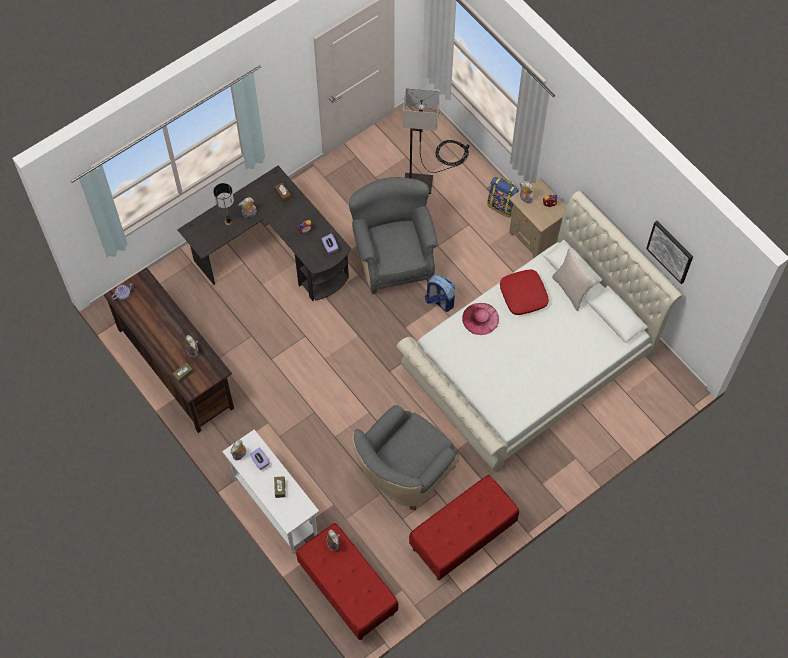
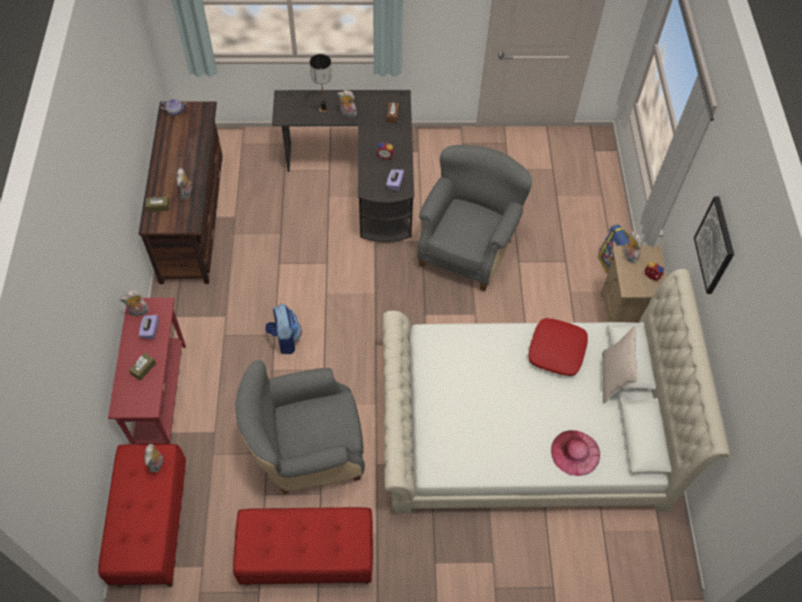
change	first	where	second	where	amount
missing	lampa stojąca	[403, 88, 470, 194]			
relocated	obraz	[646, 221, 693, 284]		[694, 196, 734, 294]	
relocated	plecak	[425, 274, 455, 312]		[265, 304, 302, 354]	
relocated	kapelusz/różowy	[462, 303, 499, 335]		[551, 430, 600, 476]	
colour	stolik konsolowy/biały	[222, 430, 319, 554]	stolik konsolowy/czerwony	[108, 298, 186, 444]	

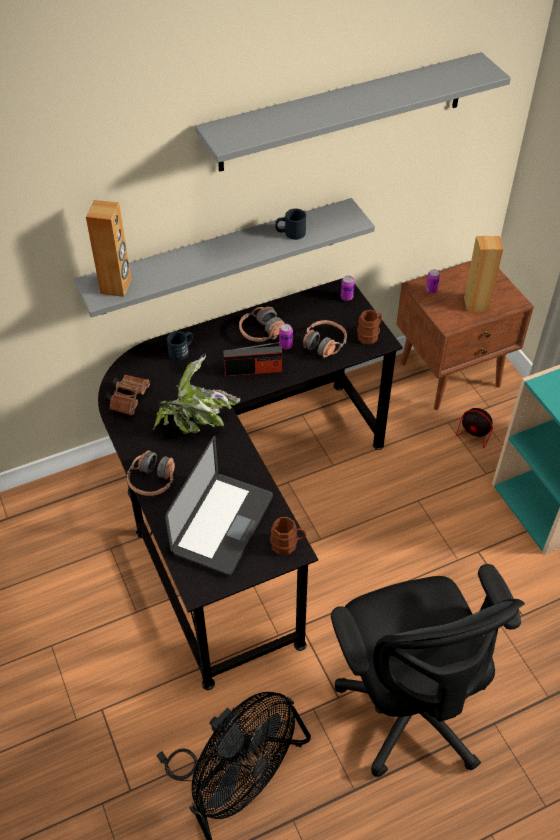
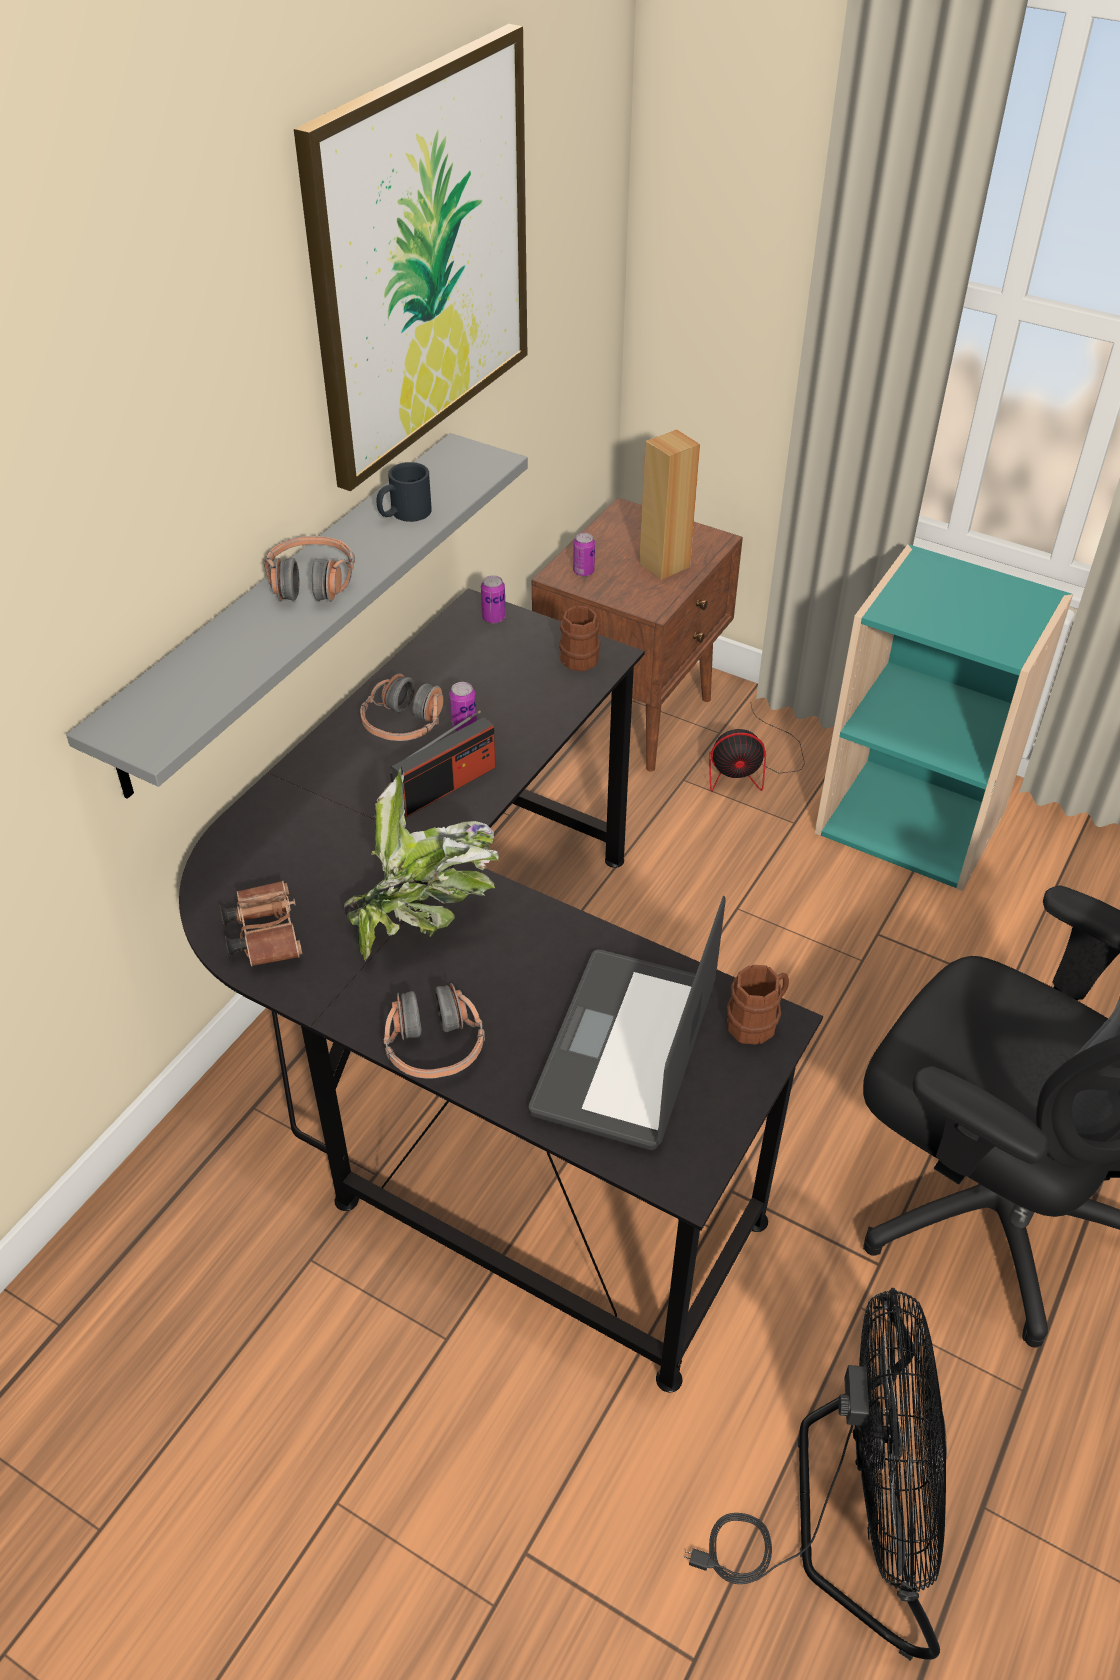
change	first	where	second	where	amount
exchanged	półka/szary	[195, 52, 511, 172]	obraz	[294, 24, 527, 491]	
missing	głośnik/brązowy	[86, 200, 131, 297]			
relocated	słuchawki	[303, 320, 347, 358]		[264, 536, 355, 602]	
missing	kubek/czarny	[167, 331, 193, 361]			
spun	laptop	[165, 436, 273, 576]		[529, 895, 725, 1150]	150 degrees counterclockwise

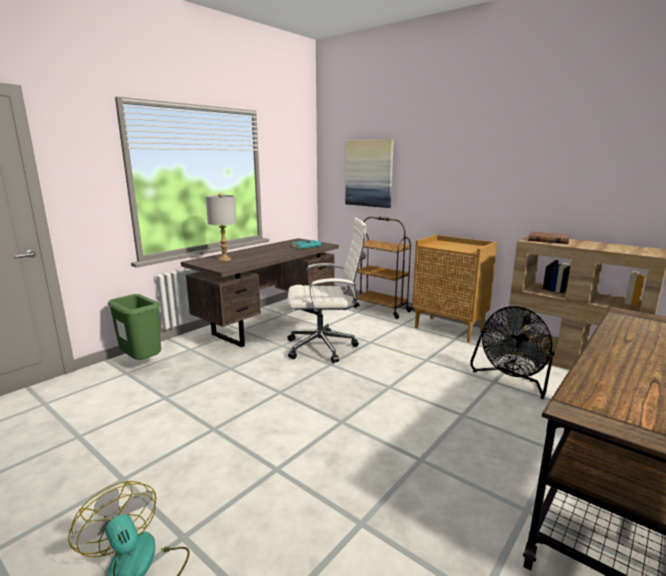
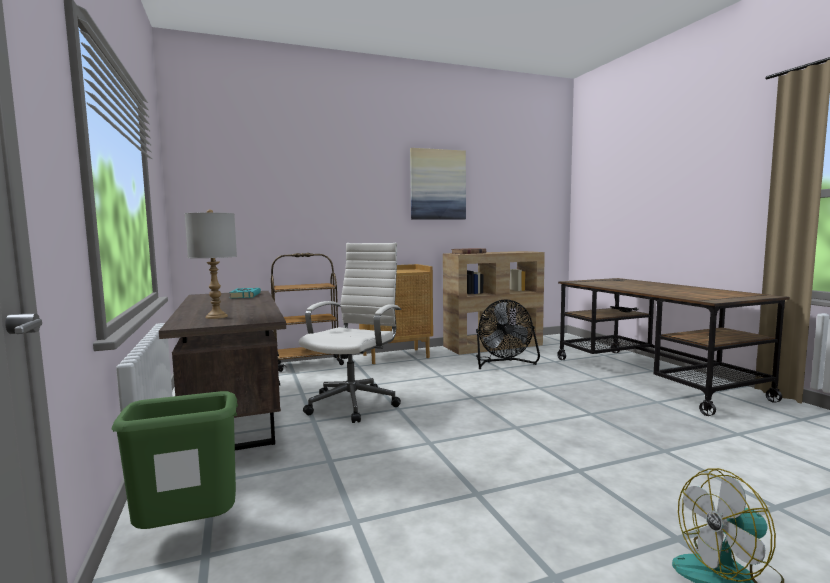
change	first	where	second	where	amount
relocated	obraz	[345, 139, 393, 208]		[410, 148, 466, 220]	

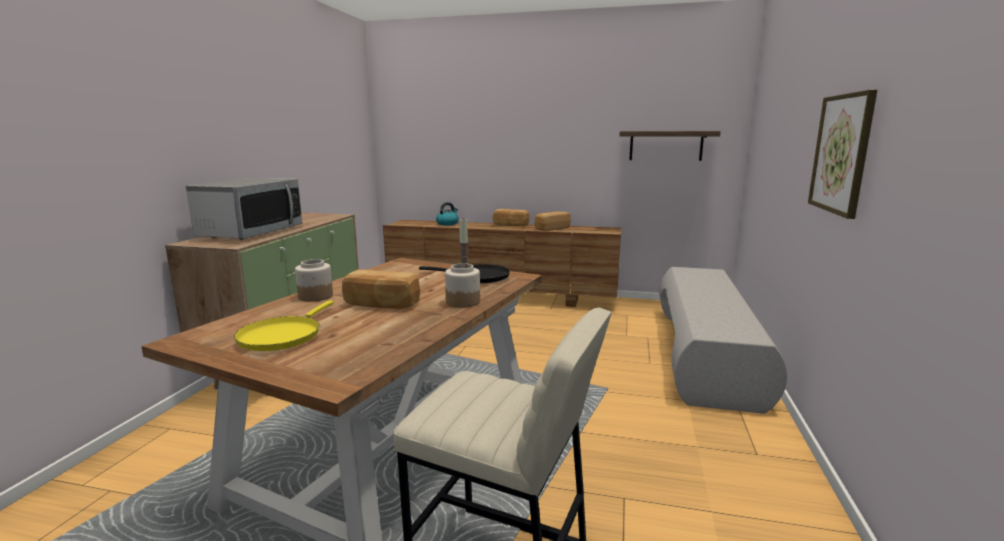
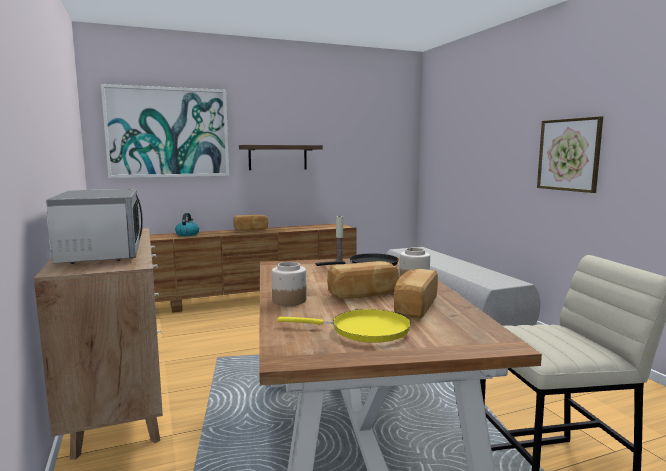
change	first	where	second	where	amount
relocated	półka	[619, 131, 721, 161]		[239, 145, 323, 170]	
relocated	chleb	[535, 212, 571, 231]		[394, 269, 438, 319]	
spun	patelnia/żółty	[234, 300, 334, 351]		[277, 309, 411, 343]	60 degrees counterclockwise
appeared			obraz	[101, 84, 229, 178]	

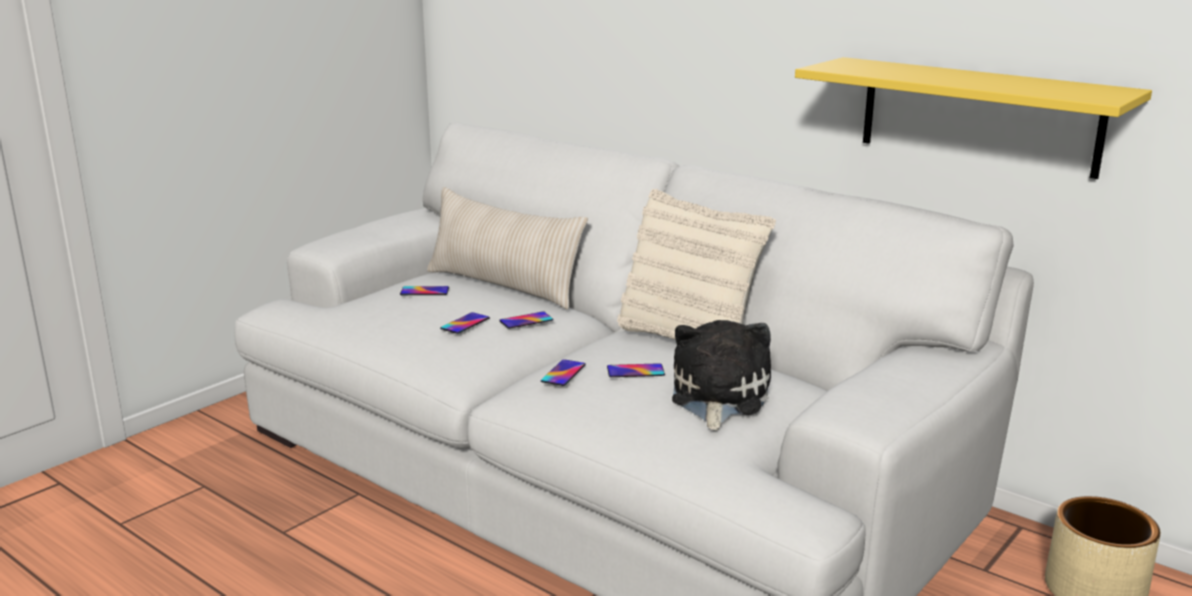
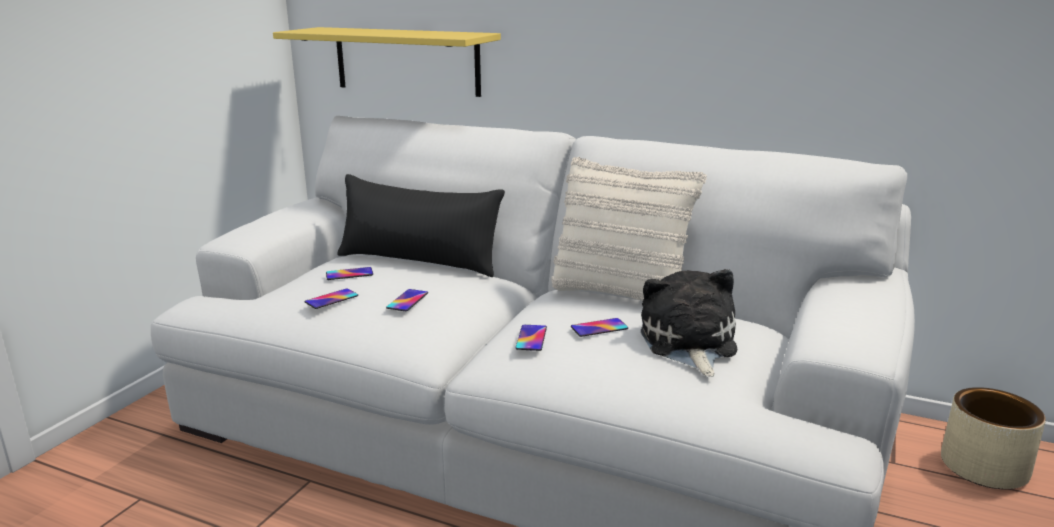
change	first	where	second	where	amount
relocated	półka/żółty	[795, 57, 1152, 179]		[273, 27, 501, 97]	
colour	poduszka/beżowy	[427, 187, 588, 310]	poduszka/czarny	[337, 174, 505, 277]	
relocated	telefon	[499, 312, 553, 329]		[305, 288, 358, 309]	

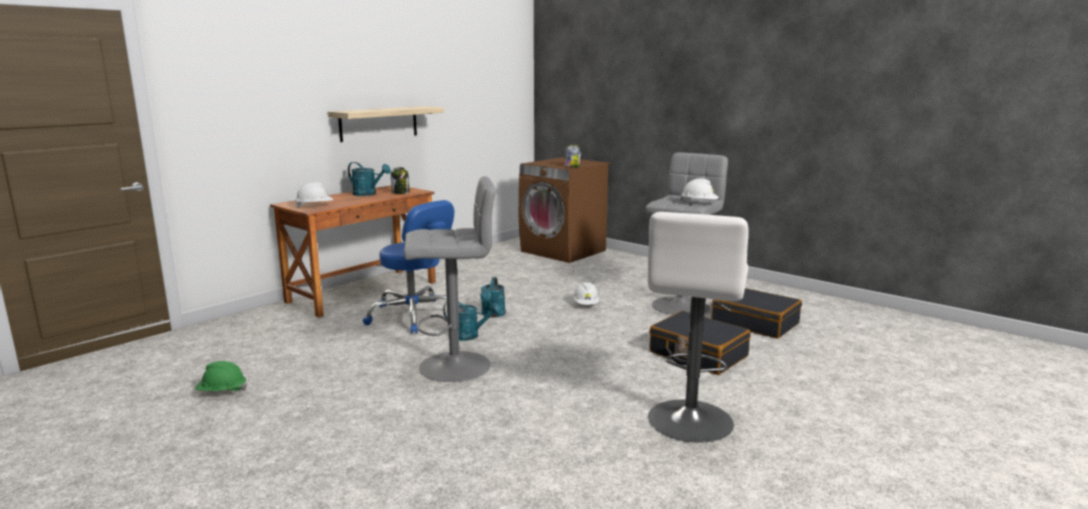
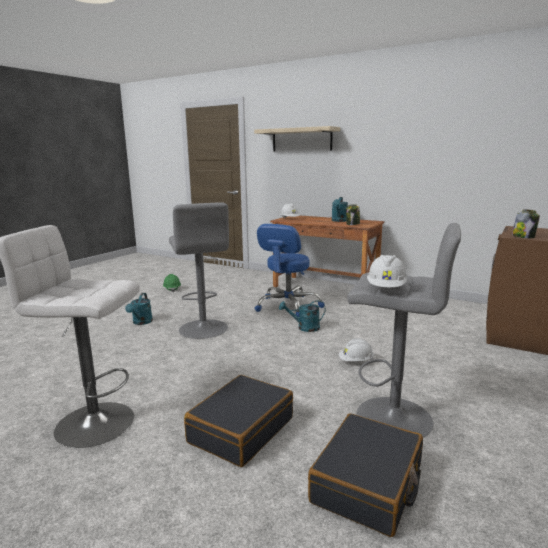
change	first	where	second	where	amount
relocated	półka	[328, 106, 444, 142]		[254, 126, 340, 151]	
relocated	konewka/turkusowy	[443, 302, 502, 341]		[125, 293, 153, 325]	

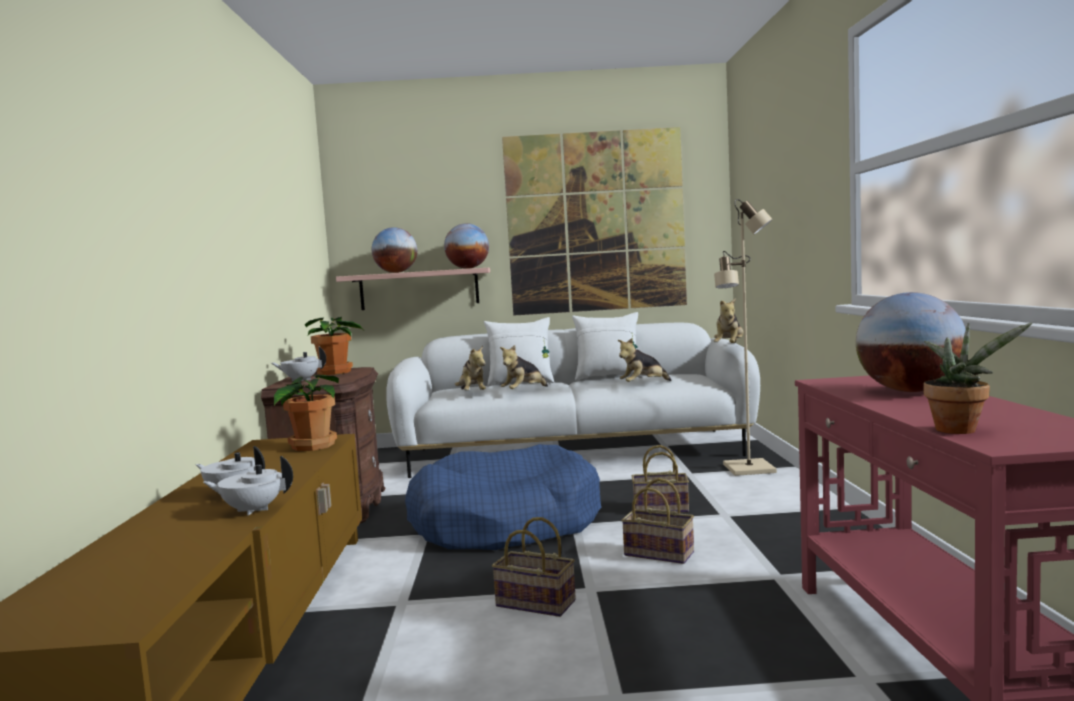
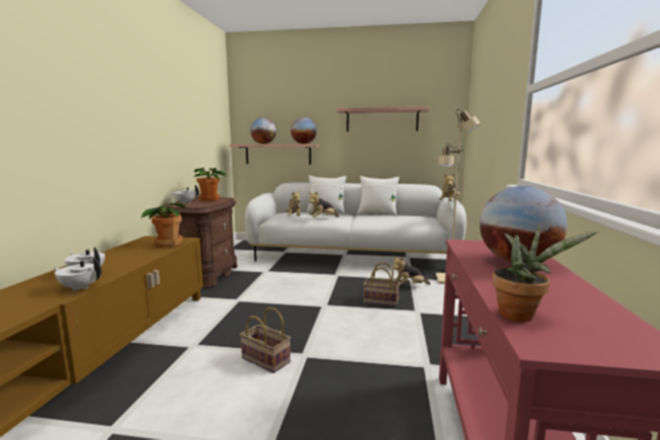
change	first	where	second	where	amount
exchanged	obraz	[502, 127, 687, 316]	półka	[336, 107, 430, 131]	
relocated	pluszak	[618, 338, 671, 382]		[392, 256, 430, 285]	
missing	legowisko/niebieski	[405, 444, 601, 550]			
missing	koszyk	[621, 478, 694, 564]			

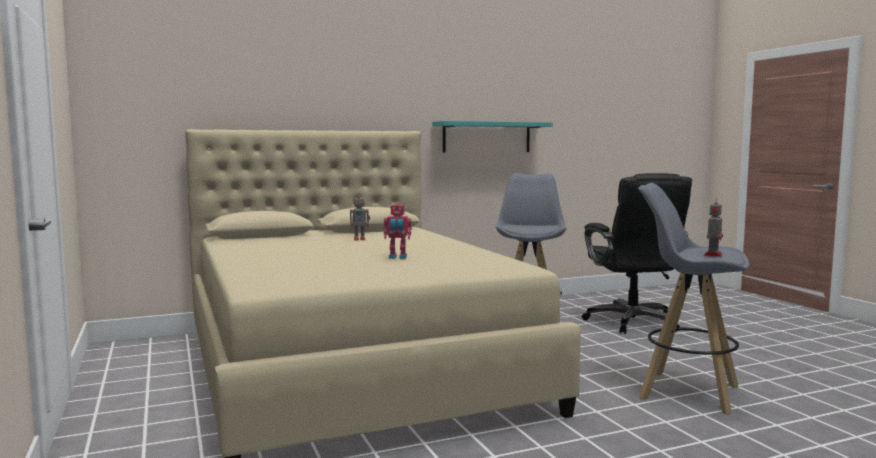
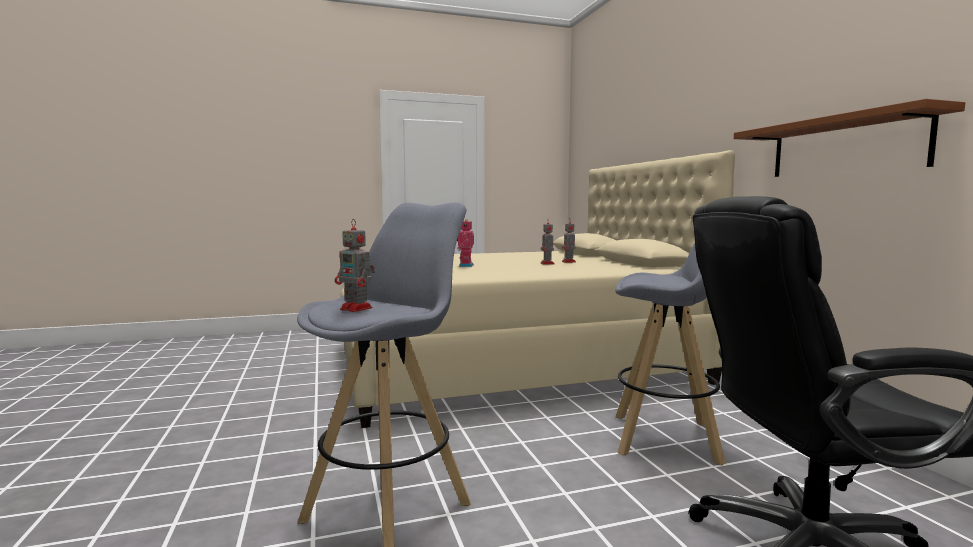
change	first	where	second	where	amount
colour	półka/turkusowy	[432, 121, 553, 152]	półka/brązowy	[734, 99, 965, 177]	
appeared			robot zabawkowy	[540, 220, 554, 265]	

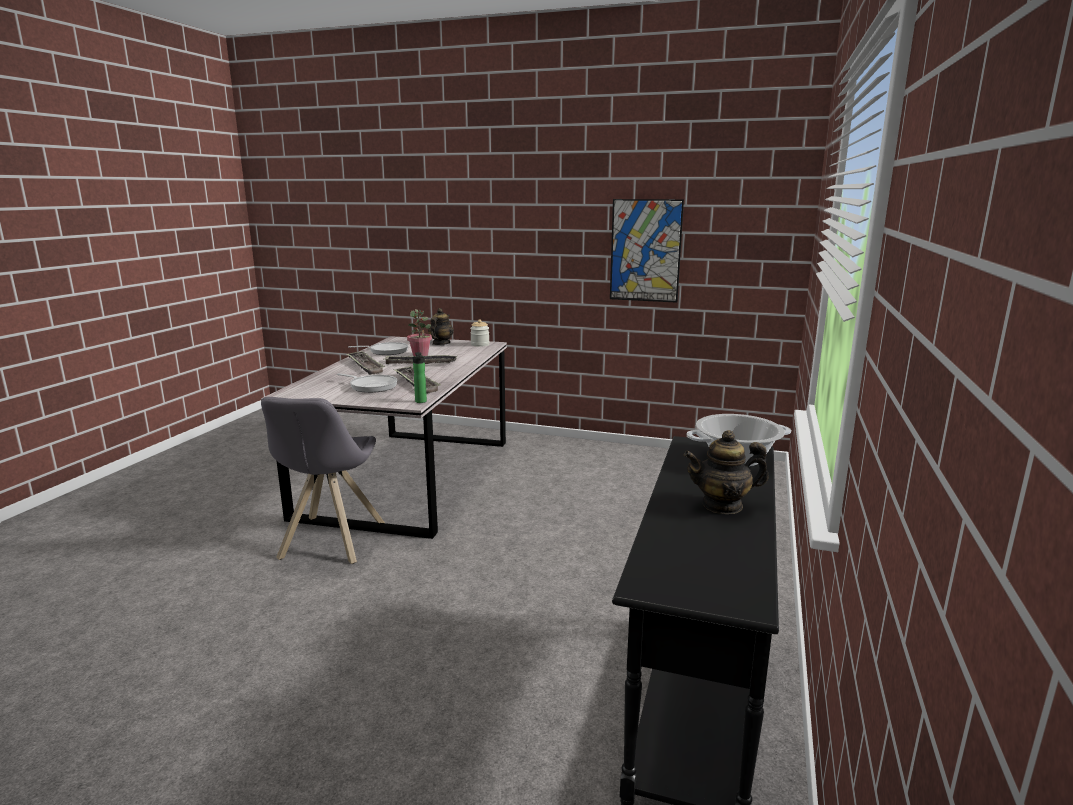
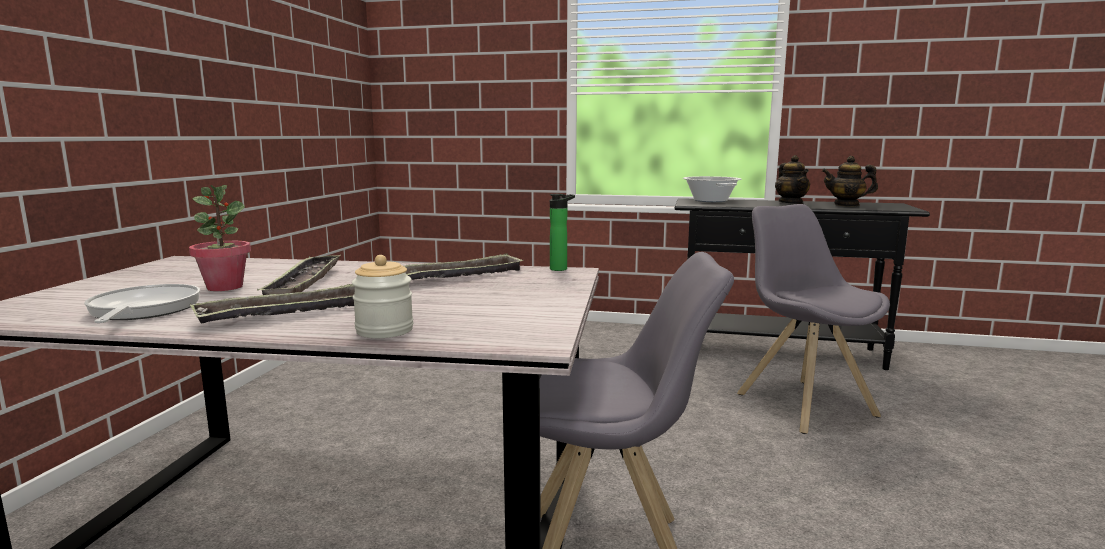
change	first	where	second	where	amount
missing	obraz	[610, 199, 684, 303]			
relocated	imbryk	[428, 308, 454, 345]		[822, 156, 878, 206]	
relocated	słoik	[470, 320, 490, 347]		[352, 255, 414, 338]	
missing	patelnia	[337, 373, 397, 393]			
appeared			krzesło/szary	[737, 204, 890, 434]	

